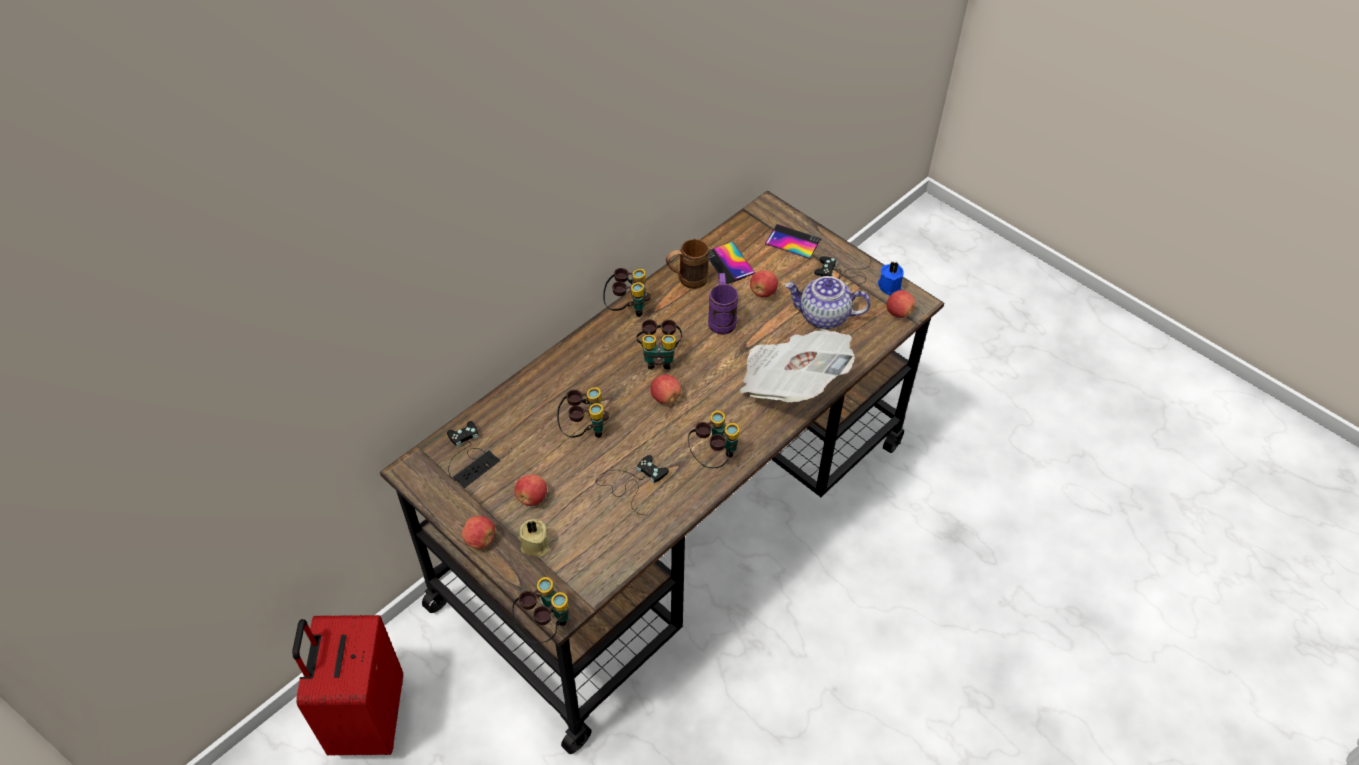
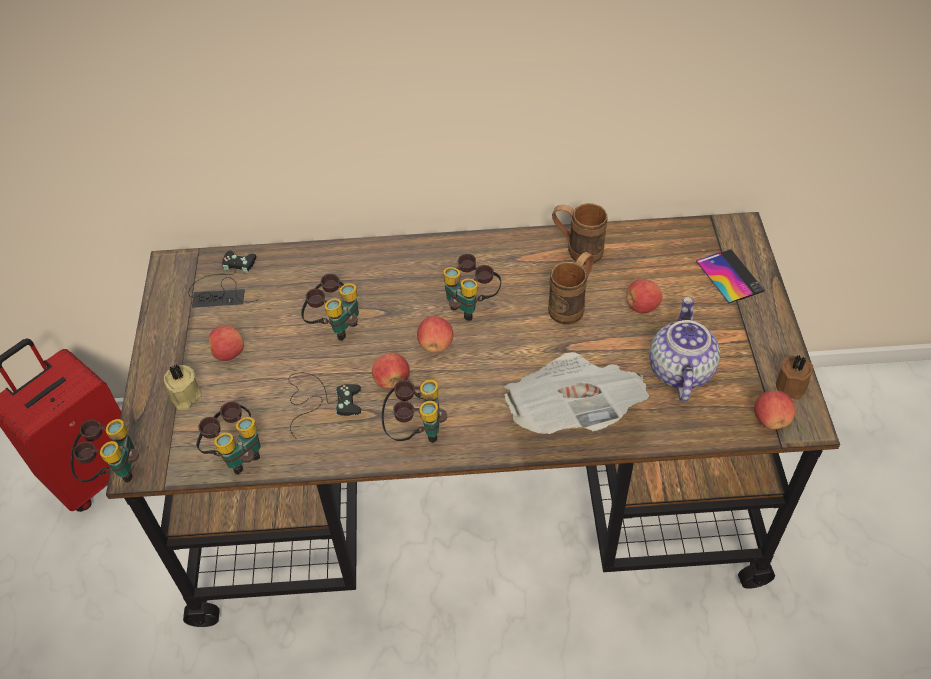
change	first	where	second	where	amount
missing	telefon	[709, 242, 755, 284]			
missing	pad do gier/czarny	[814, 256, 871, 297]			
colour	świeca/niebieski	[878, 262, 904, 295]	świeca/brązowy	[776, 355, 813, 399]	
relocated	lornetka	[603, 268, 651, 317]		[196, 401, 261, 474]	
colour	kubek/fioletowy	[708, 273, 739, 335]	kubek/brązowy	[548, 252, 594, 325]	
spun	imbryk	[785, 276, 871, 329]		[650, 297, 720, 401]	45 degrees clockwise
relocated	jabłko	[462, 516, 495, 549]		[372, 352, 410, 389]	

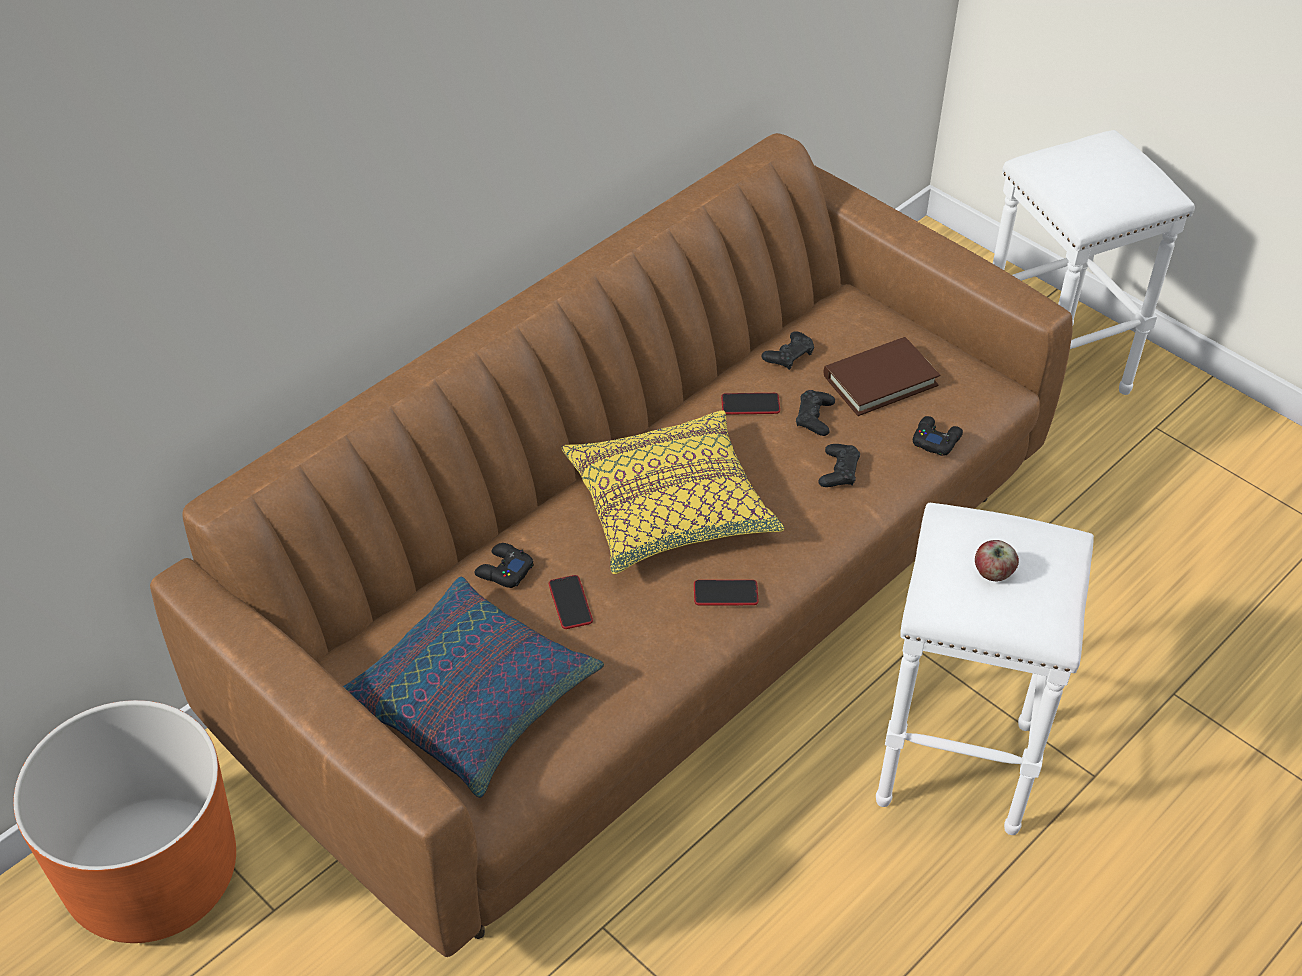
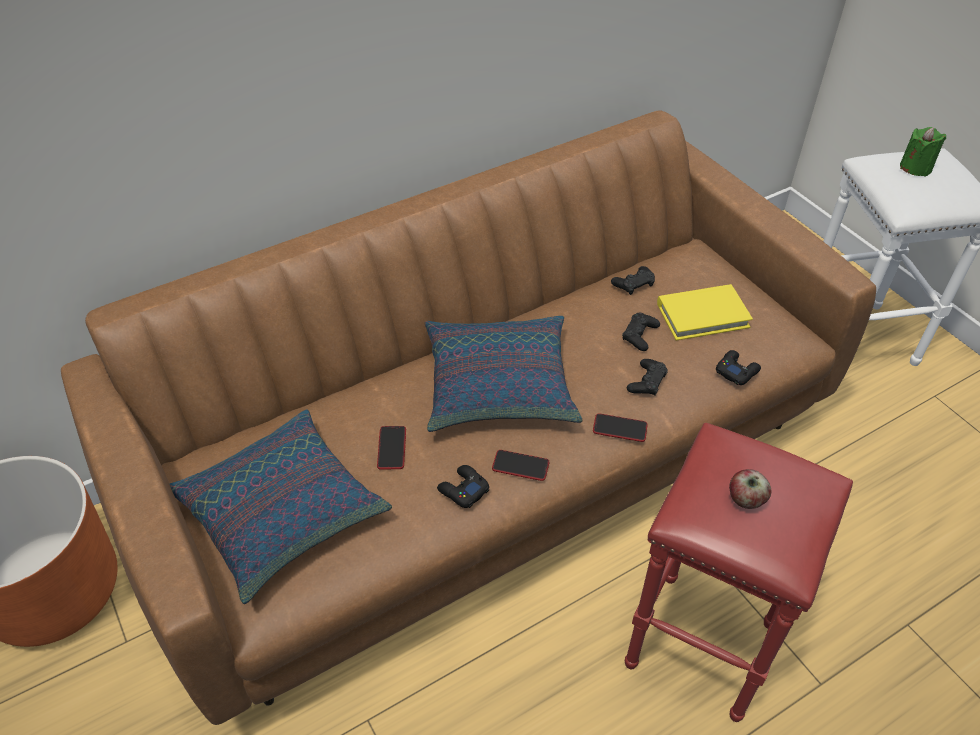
change	first	where	second	where	amount
colour	książka/brązowy	[824, 337, 940, 416]	książka/żółty	[657, 284, 753, 340]	
relocated	telefon	[721, 393, 780, 415]		[593, 413, 648, 442]	
colour	poduszka/żółty	[561, 410, 785, 574]	poduszka/niebieski	[425, 316, 583, 432]	
colour	stołek/biały	[876, 503, 1094, 835]	stołek/czerwony	[625, 423, 853, 722]	
relocated	pad do gier/czarny	[475, 543, 534, 588]		[437, 465, 489, 508]	
appeared			świeca/zielony	[900, 127, 946, 177]	

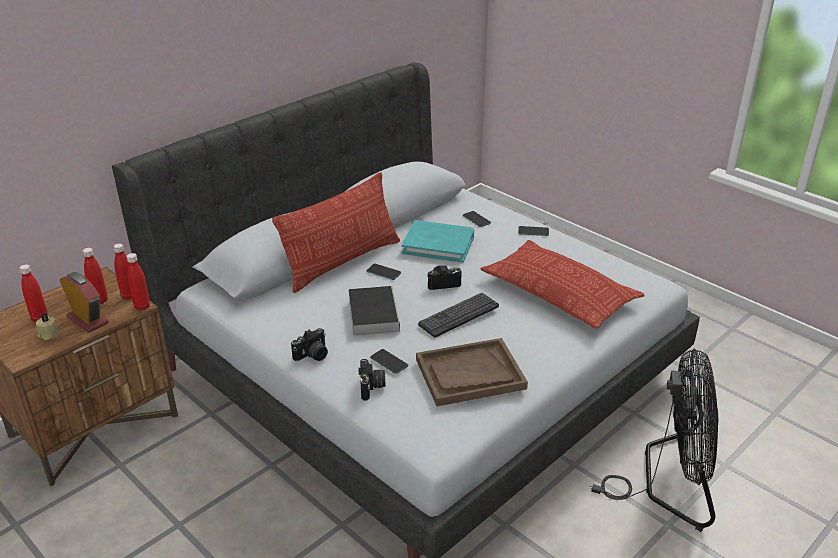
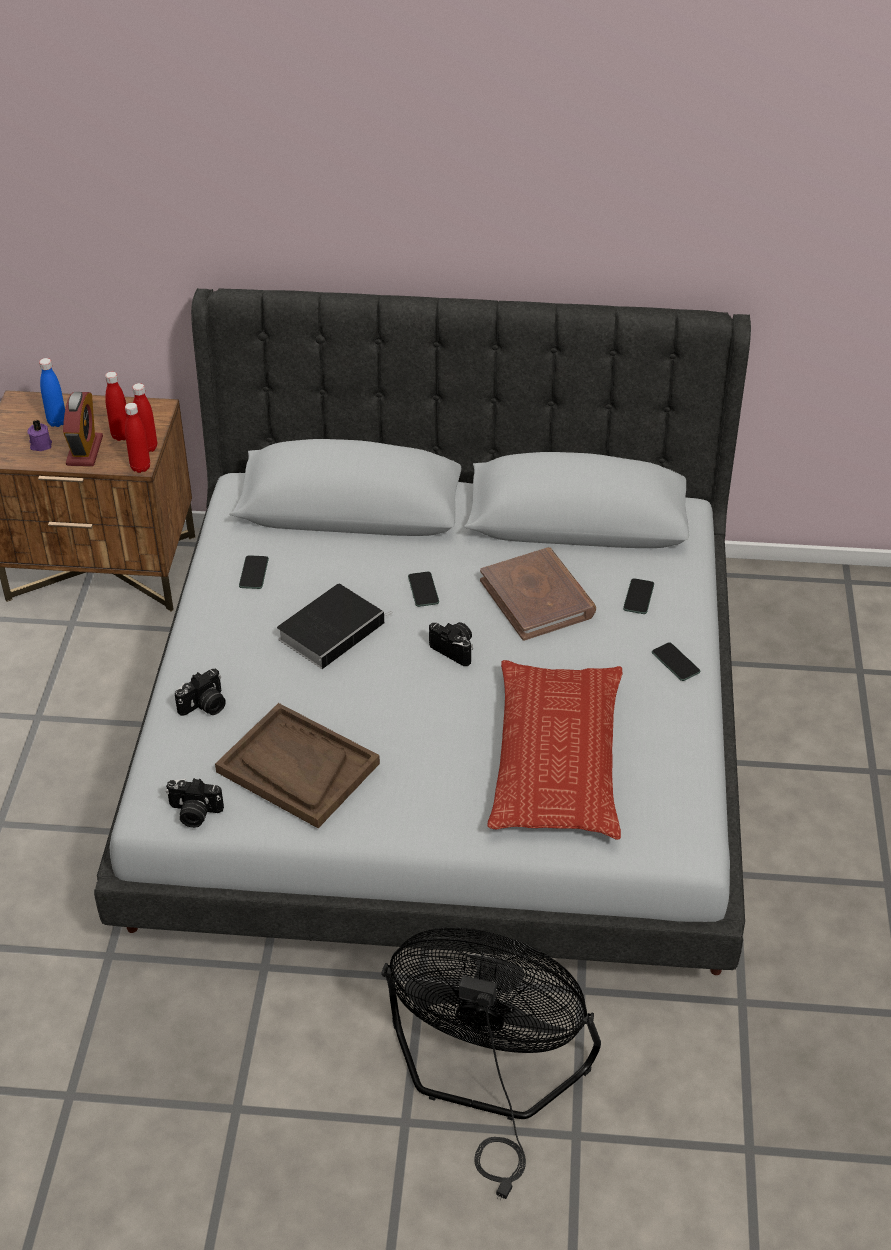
change	first	where	second	where	amount
missing	poduszka	[272, 172, 400, 293]			
colour	książka/turkusowy	[401, 220, 474, 263]	książka/brązowy	[480, 547, 596, 641]	
colour	butelka/czerwony	[19, 264, 48, 322]	butelka/niebieski	[39, 358, 65, 427]	
missing	klawiatura	[418, 293, 499, 338]			
colour	świeca/beżowy	[36, 313, 60, 340]	świeca/fioletowy	[27, 420, 52, 451]	
relocated	aparat fotograficzny	[291, 328, 328, 361]		[166, 778, 224, 828]	
relocated	telefon	[370, 349, 408, 374]		[239, 555, 269, 589]	
spun	wentylator/czarny	[590, 349, 718, 532]		[381, 927, 601, 1200]	135 degrees counterclockwise

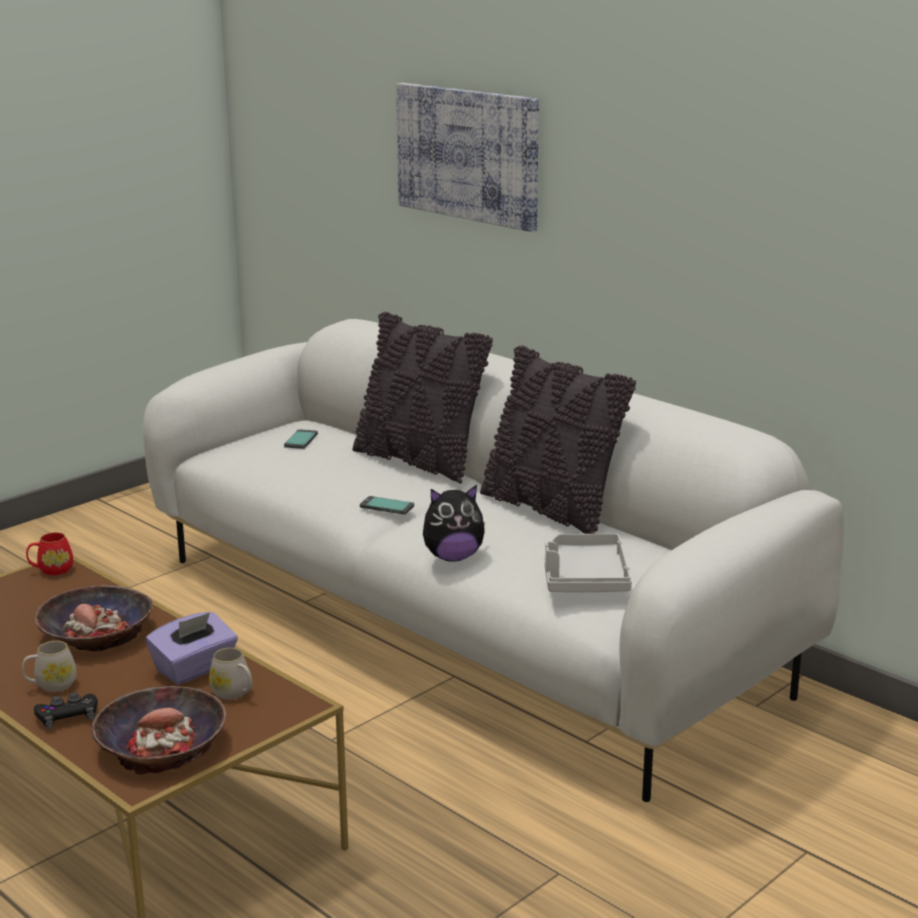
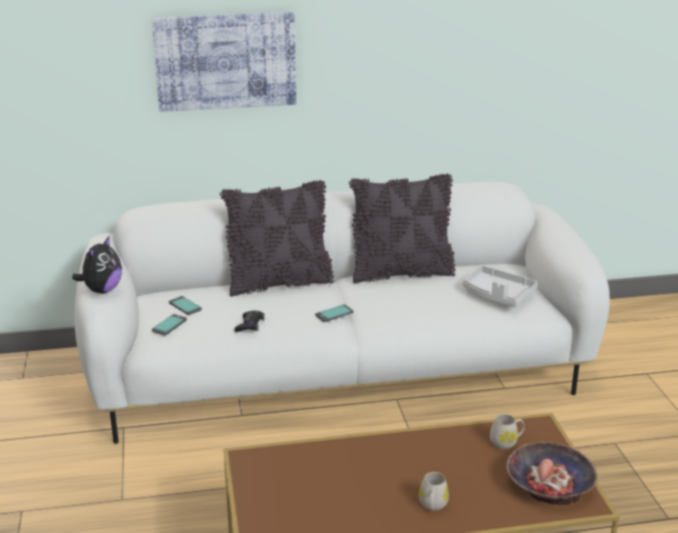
change	first	where	second	where	amount
relocated	pluszak	[423, 485, 485, 562]		[72, 236, 122, 293]	
missing	kubek/czerwony	[26, 532, 73, 575]			
missing	miska	[35, 585, 153, 651]			
missing	pudełko chusteczek/fioletowy	[146, 612, 238, 685]			
relocated	pad do gier/czarny	[34, 692, 98, 729]		[234, 311, 265, 332]	
appeared			telefon	[152, 314, 187, 335]	

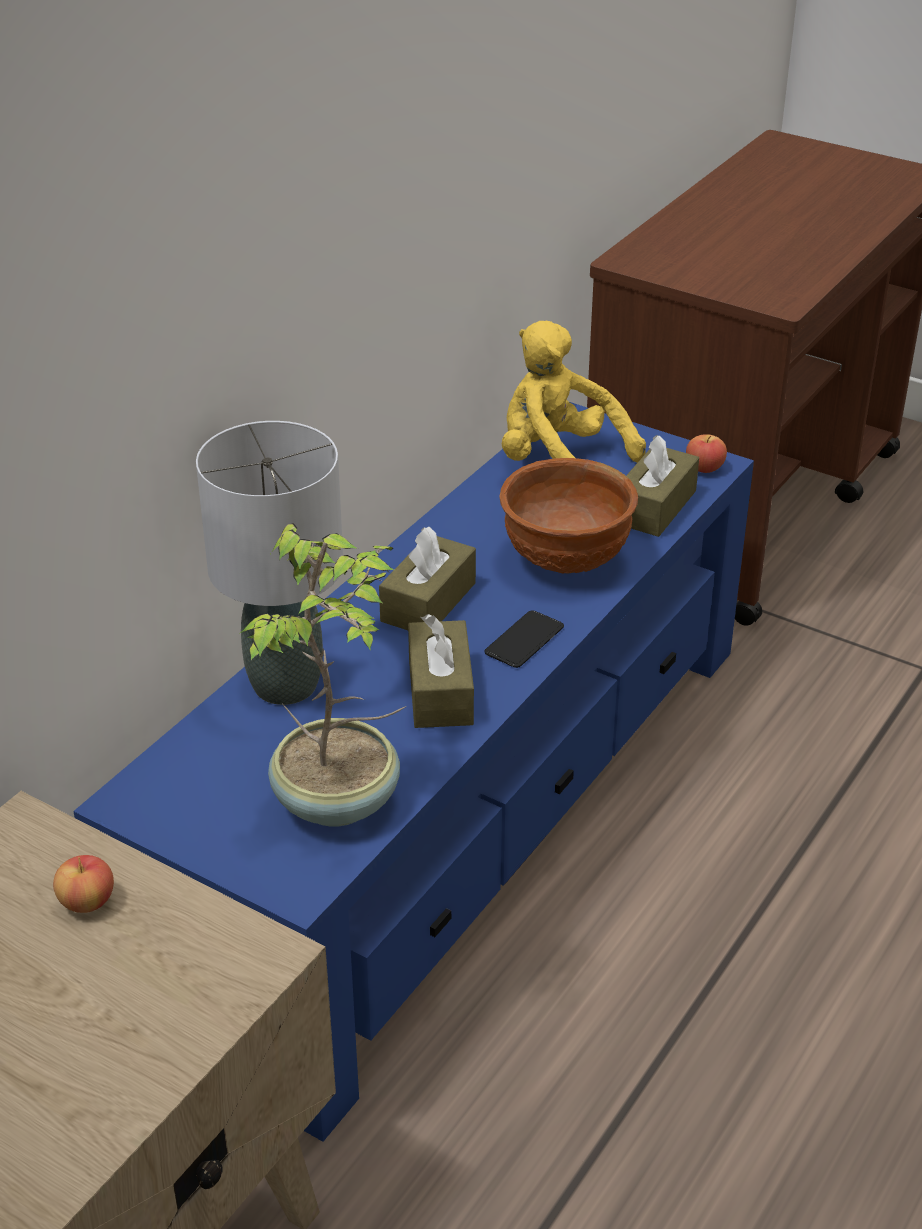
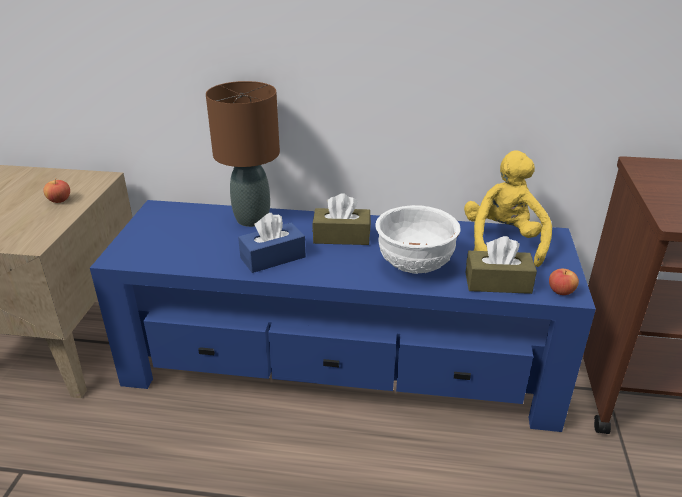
change	first	where	second	where	amount
colour	lampa stołowa/szary	[196, 421, 343, 705]	lampa stołowa/brązowy	[206, 81, 280, 227]	
colour	miska/brązowy	[499, 458, 638, 574]	miska/biały	[375, 205, 461, 274]	
missing	roślina doniczkowa	[239, 523, 406, 827]			
missing	telefon	[484, 611, 564, 668]			
colour	pudełko chusteczek/brązowy	[408, 614, 474, 728]	pudełko chusteczek/niebieski	[238, 213, 306, 273]	

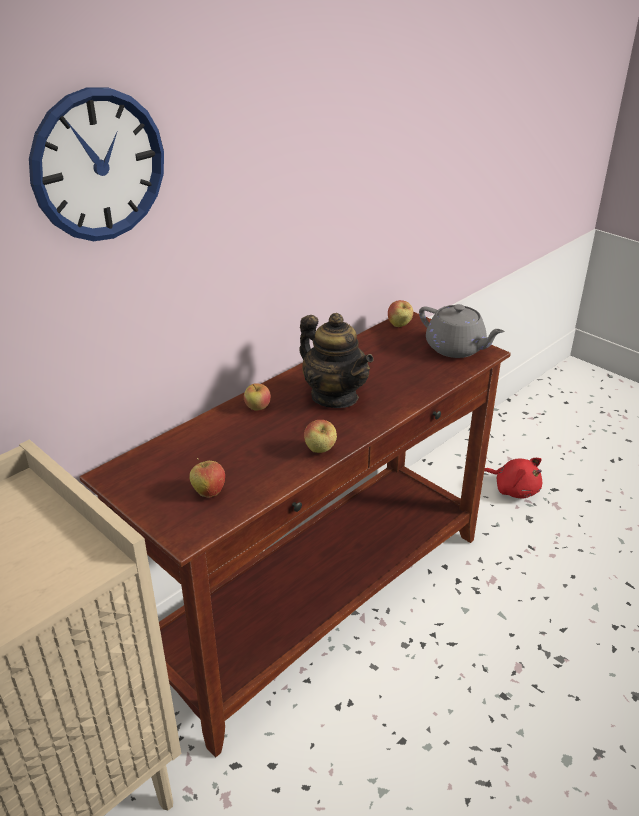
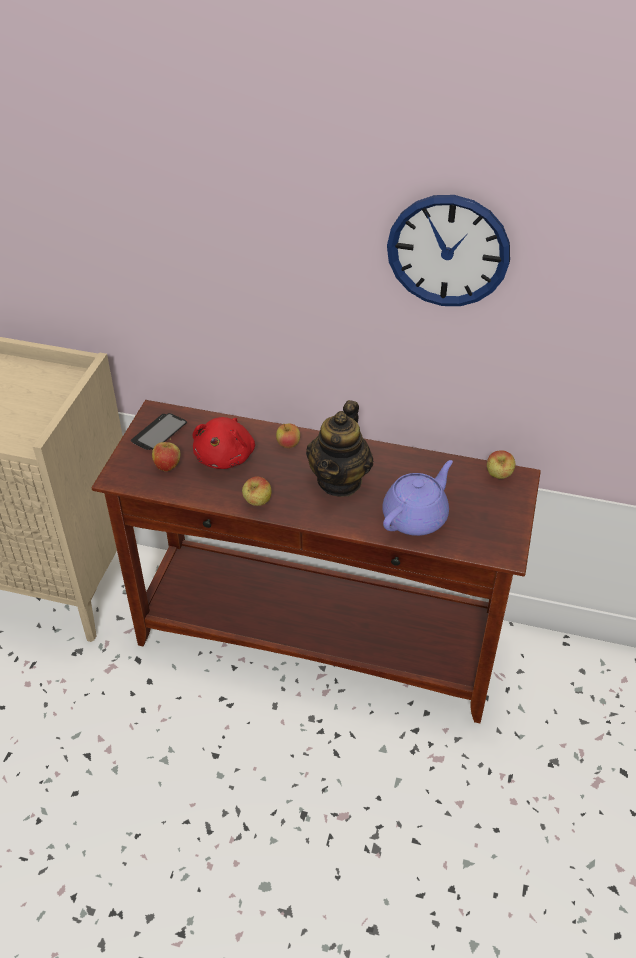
change	first	where	second	where	amount
relocated	zegar ścienny	[29, 87, 164, 241]		[387, 195, 510, 306]	
missing	imbryk/szary	[419, 304, 505, 358]			
relocated	pluszak/czerwony	[484, 458, 542, 499]		[192, 417, 255, 469]	
appeared			telefon	[131, 413, 187, 450]	
appeared			imbryk/fioletowy	[382, 460, 453, 536]	

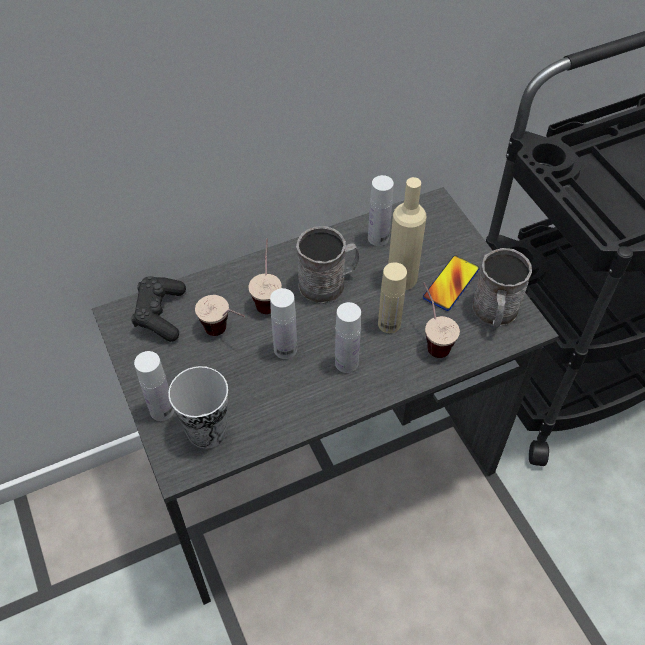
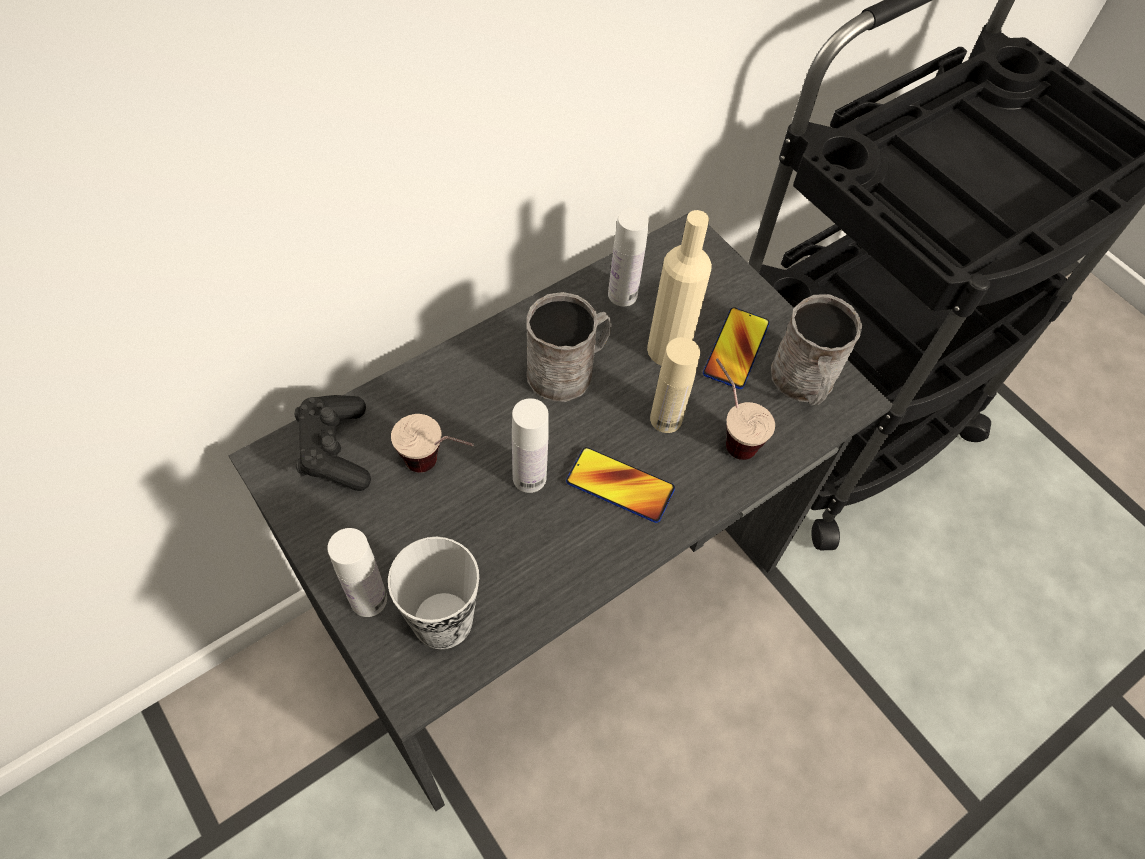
change	first	where	second	where	amount
missing	filiżanka	[248, 238, 282, 314]			
exchanged	butelka/biały	[335, 302, 361, 373]	telefon	[566, 447, 675, 523]	

